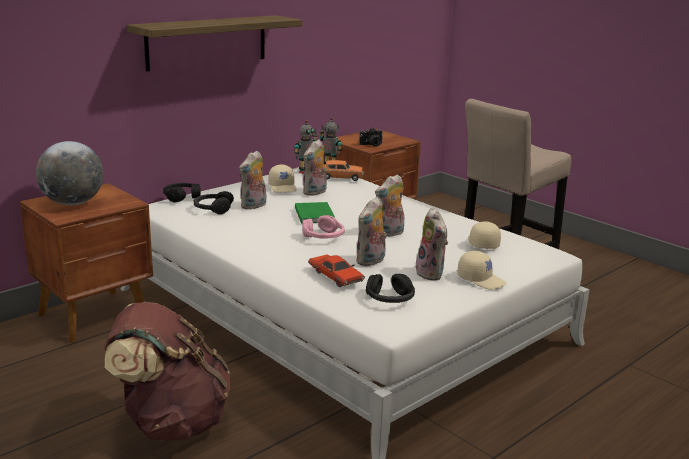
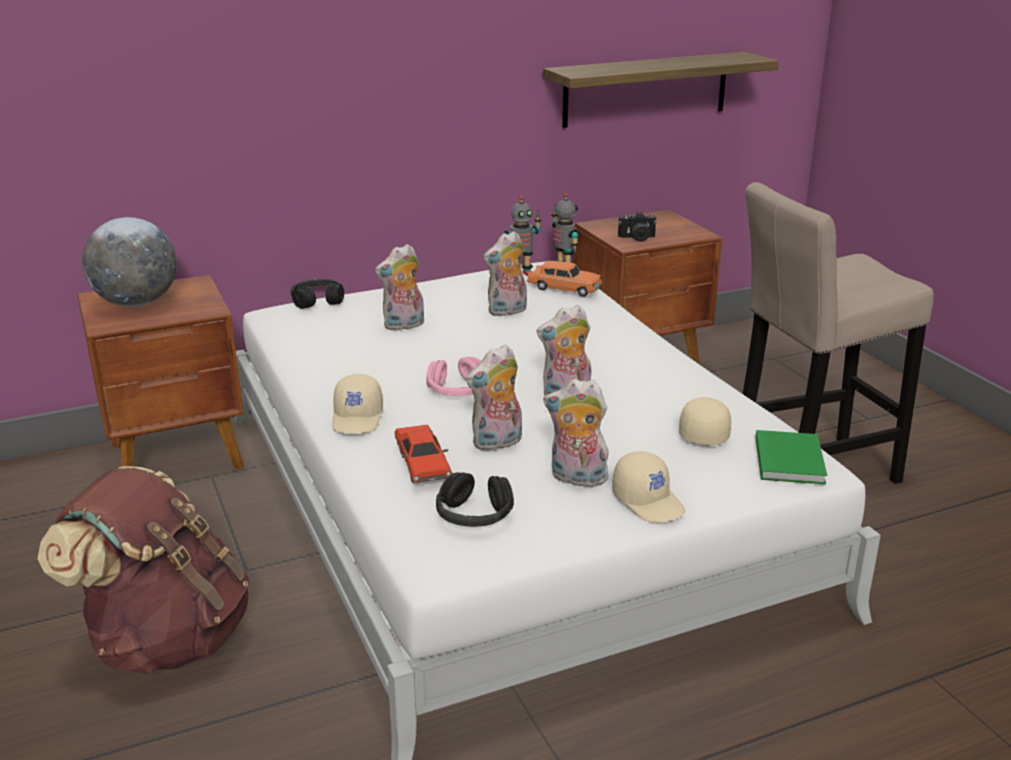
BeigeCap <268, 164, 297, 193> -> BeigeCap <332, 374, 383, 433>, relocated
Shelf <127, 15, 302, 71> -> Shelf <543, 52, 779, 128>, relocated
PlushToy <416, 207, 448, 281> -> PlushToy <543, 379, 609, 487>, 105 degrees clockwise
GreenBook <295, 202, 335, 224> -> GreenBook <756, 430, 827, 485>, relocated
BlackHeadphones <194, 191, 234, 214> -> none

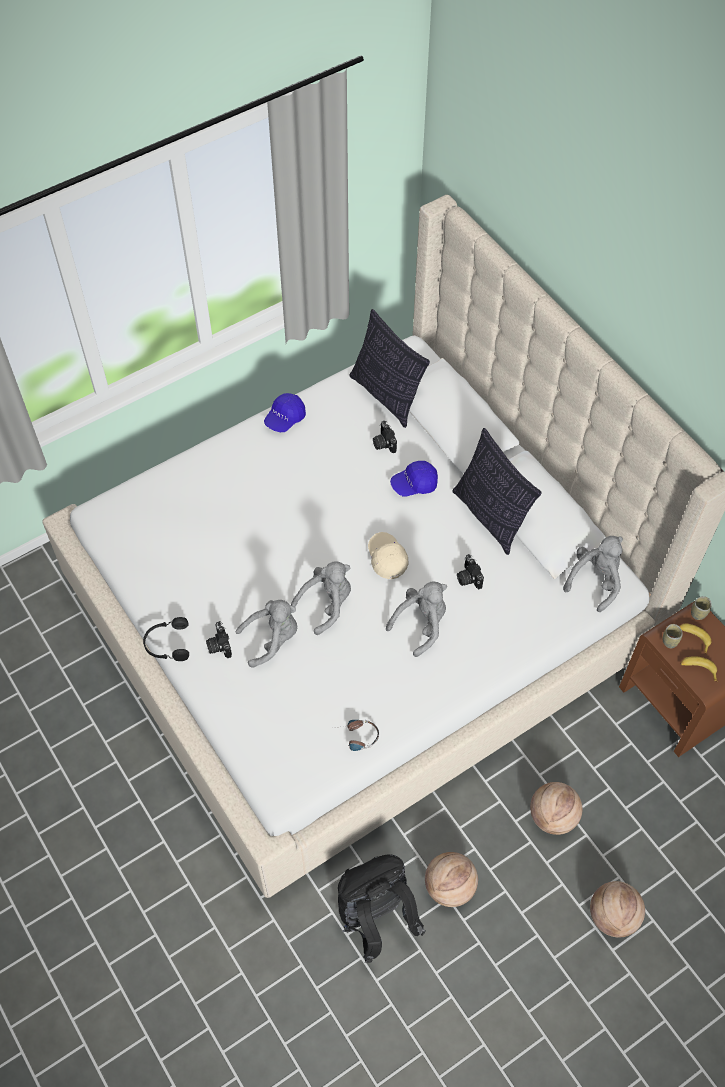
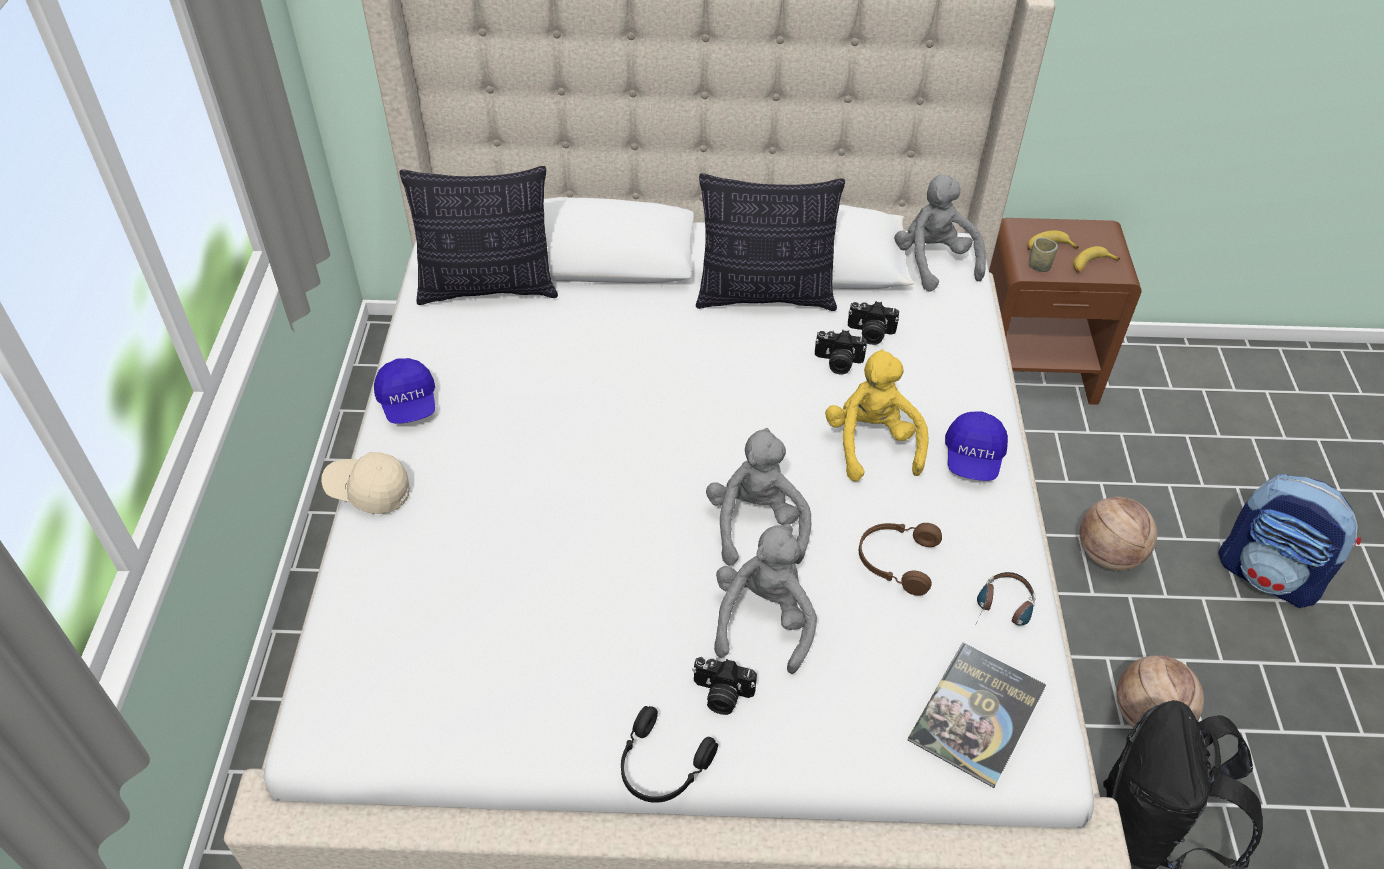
BeigeCap <368, 532, 409, 579> -> BeigeCap <321, 452, 410, 514>, relocated
GreyPlushToy <386, 582, 447, 657> -> YellowPlushToy <825, 349, 928, 481>
PhotoCamera <373, 421, 397, 453> -> PhotoCamera <848, 301, 899, 345>, relocated
none -> BrownHeadphones <859, 523, 942, 596>
none -> Book <908, 643, 1046, 788>
BlueCap <390, 461, 438, 497> -> BlueCap <945, 411, 1008, 481>, relocated
Basketball <590, 881, 645, 938> -> Backpack <1218, 474, 1361, 608>
Cup <691, 596, 712, 620> -> none

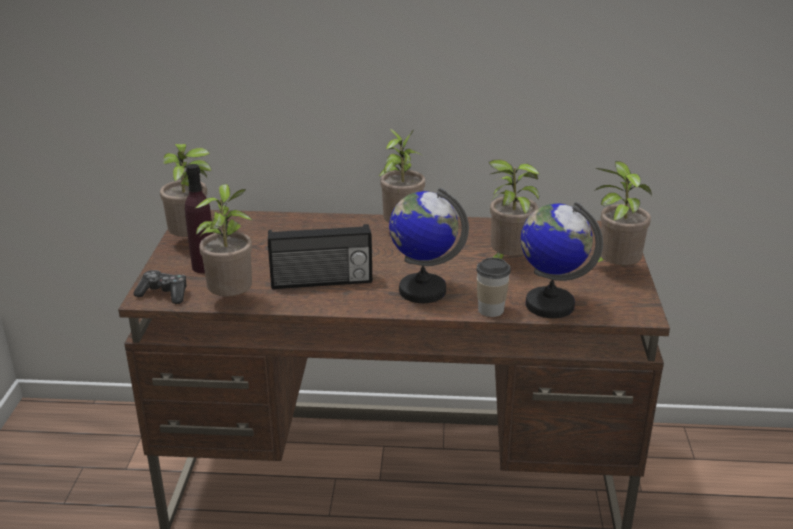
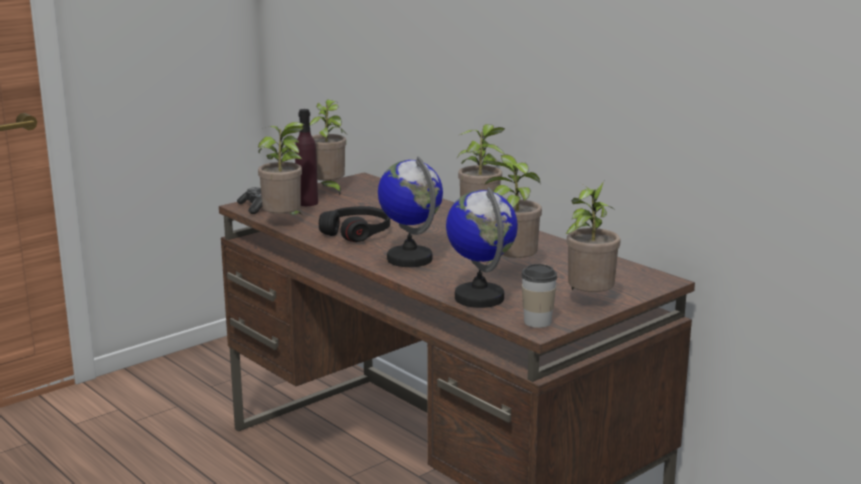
Radio <268, 224, 372, 289> -> BlackHeadphones <319, 206, 390, 242>
Cup <476, 257, 511, 317> -> Cup <521, 264, 557, 328>, relocated

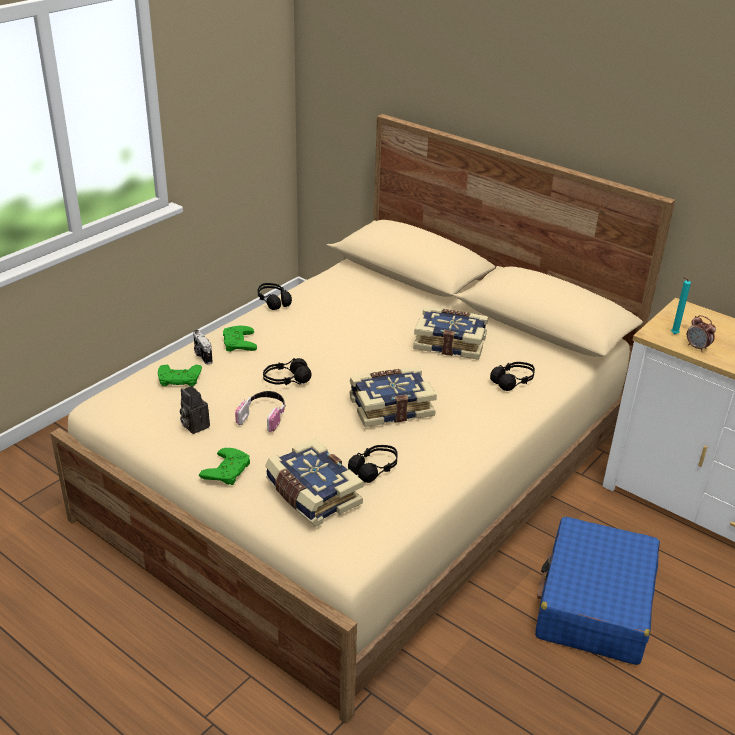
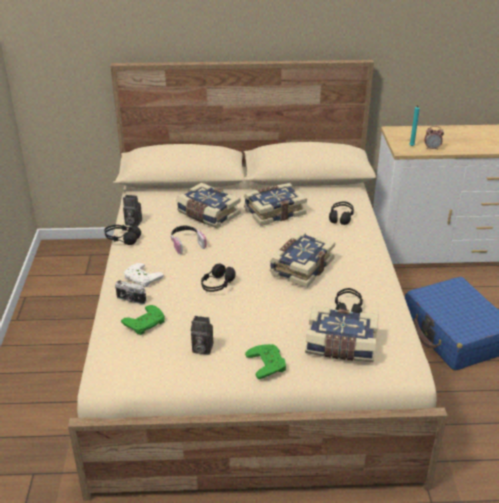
none -> PhotoCamera <123, 195, 142, 226>
GreenGameController <223, 326, 257, 352> -> WhiteGameController <124, 263, 164, 288>
Headphones <235, 391, 286, 432> -> Headphones <170, 226, 207, 254>, relocated
none -> Book <176, 182, 240, 228>

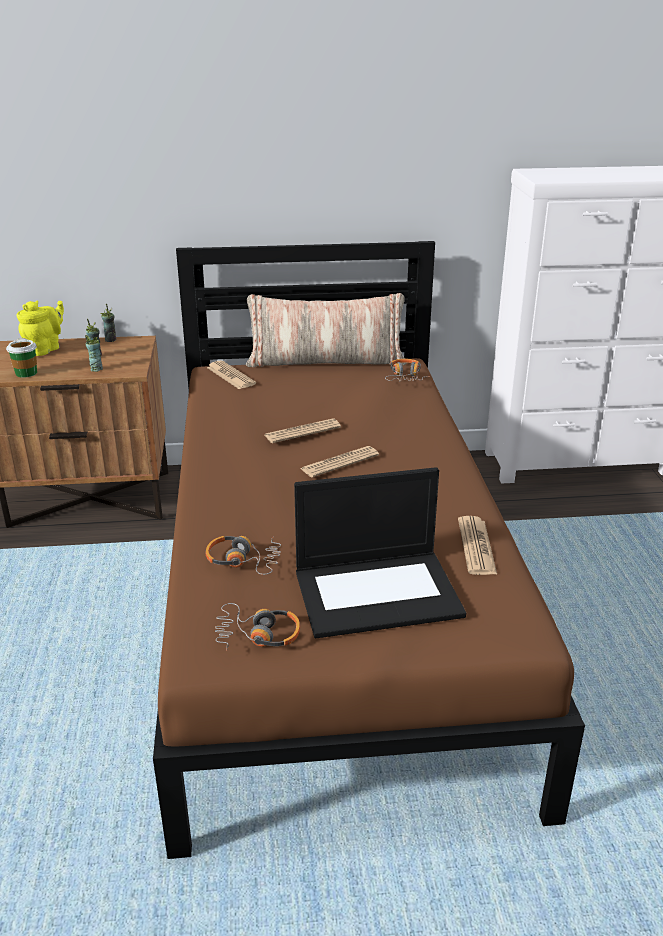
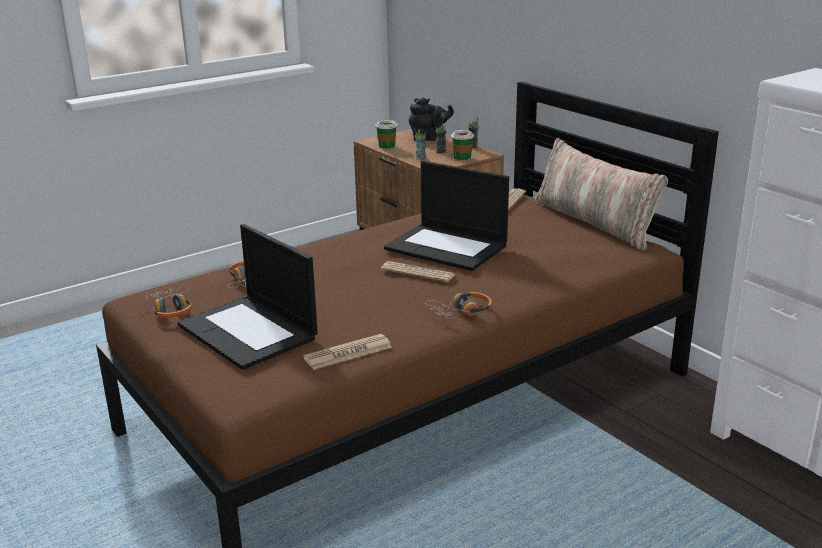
Newspaper <265, 418, 341, 443> -> Laptop <384, 161, 509, 271>
YellowTeapot <16, 300, 64, 356> -> BlackTeapot <409, 97, 454, 141>
Headphones <385, 359, 427, 381> -> Headphones <425, 292, 492, 321>, relocated
none -> Cup <451, 130, 474, 160>

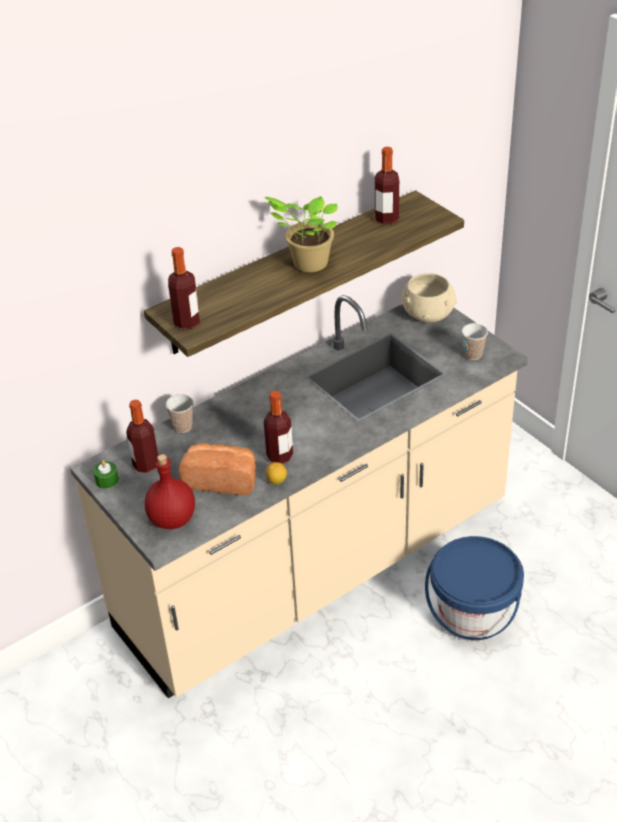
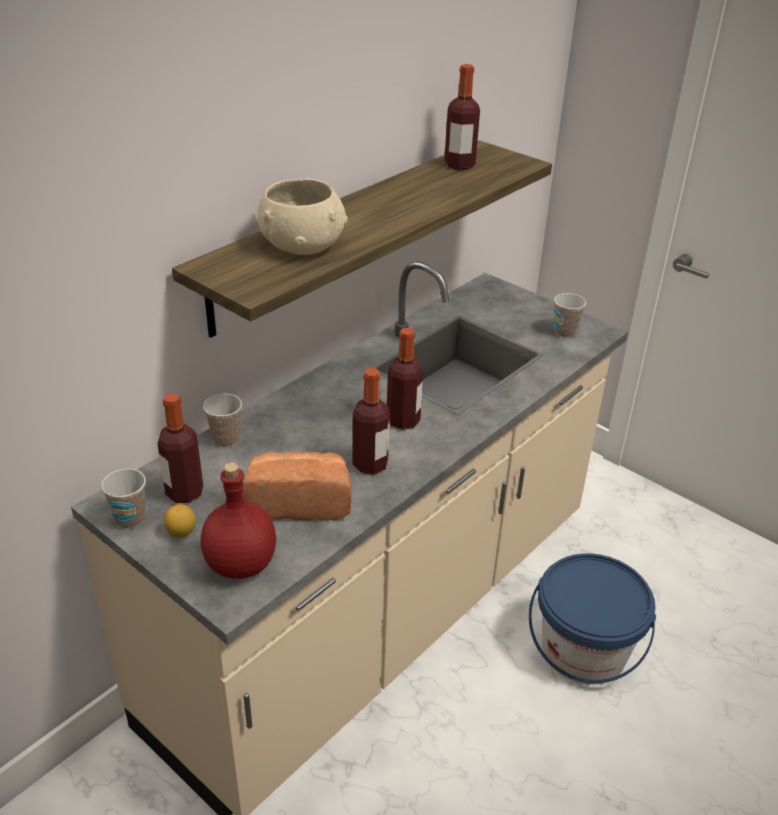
GreenCandle <93, 460, 119, 489> -> Cup <101, 469, 146, 529>
Lemon <266, 462, 287, 485> -> Lemon <164, 504, 196, 538>, relocated
BeigeBowl <401, 273, 457, 323> -> BeigeBowl <256, 178, 348, 255>, relocated
Bottle <168, 247, 200, 330> -> Bottle <387, 328, 423, 430>, relocated
PottedPlant <265, 196, 338, 272> -> none

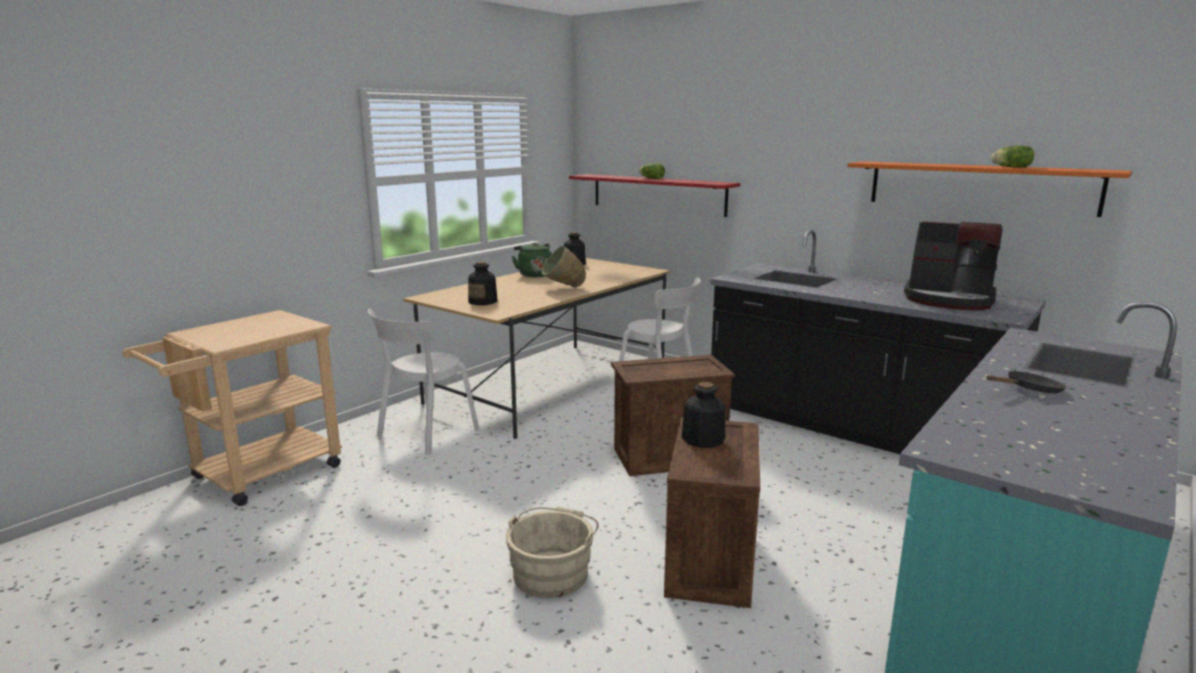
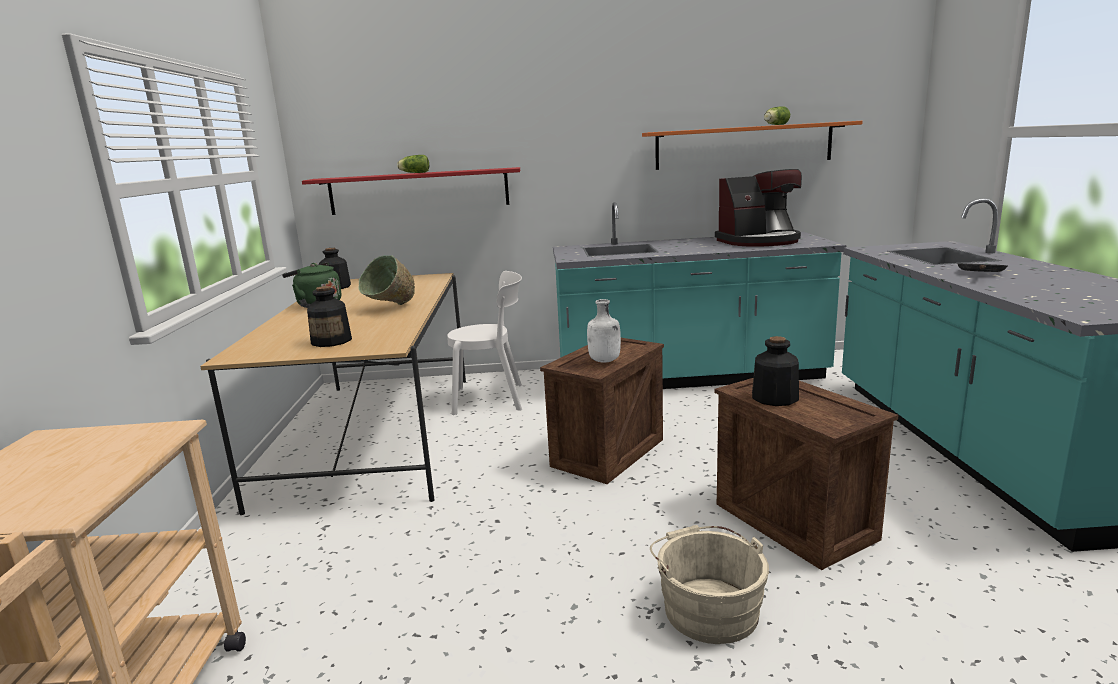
BlackCounter <710, 230, 1045, 454> -> TurquoiseCounter <553, 202, 846, 389>
none -> WhiteBottle <587, 299, 621, 363>
WhiteChair <368, 309, 479, 455> -> none

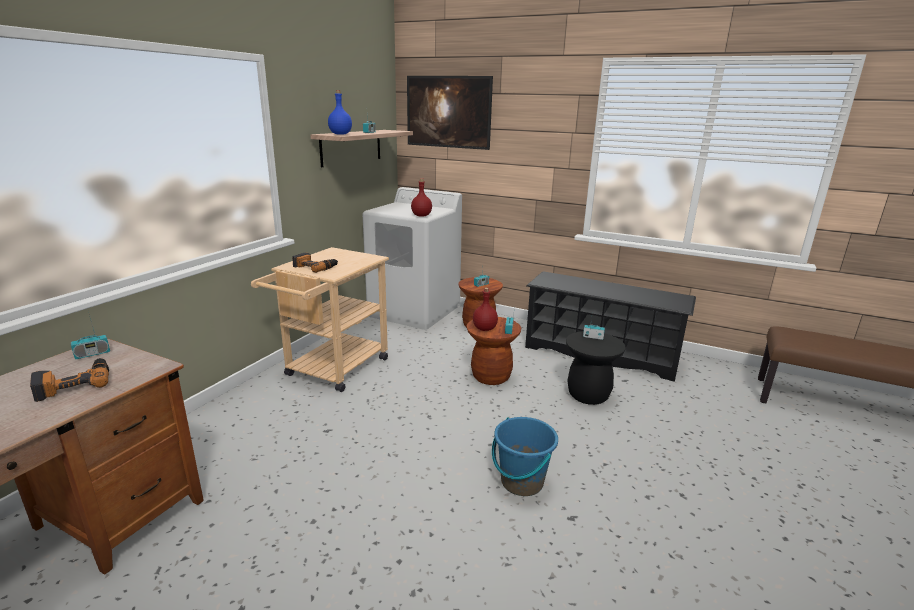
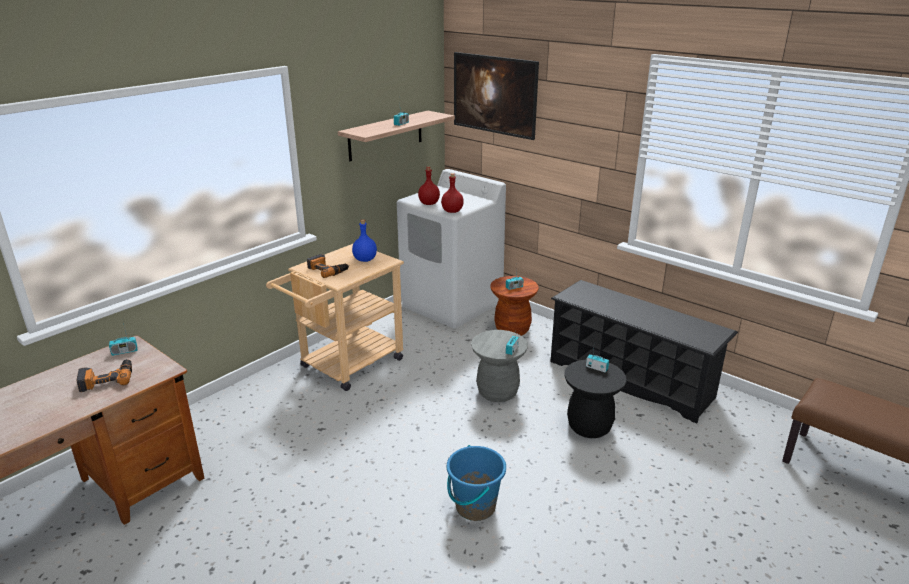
BlueBottle <328, 90, 352, 135> -> BlueBottle <352, 220, 377, 262>, relocated
RedBottle <473, 288, 498, 331> -> RedBottle <418, 166, 440, 205>, relocated
BrownStool <467, 317, 521, 385> -> GreyStool <471, 330, 528, 402>

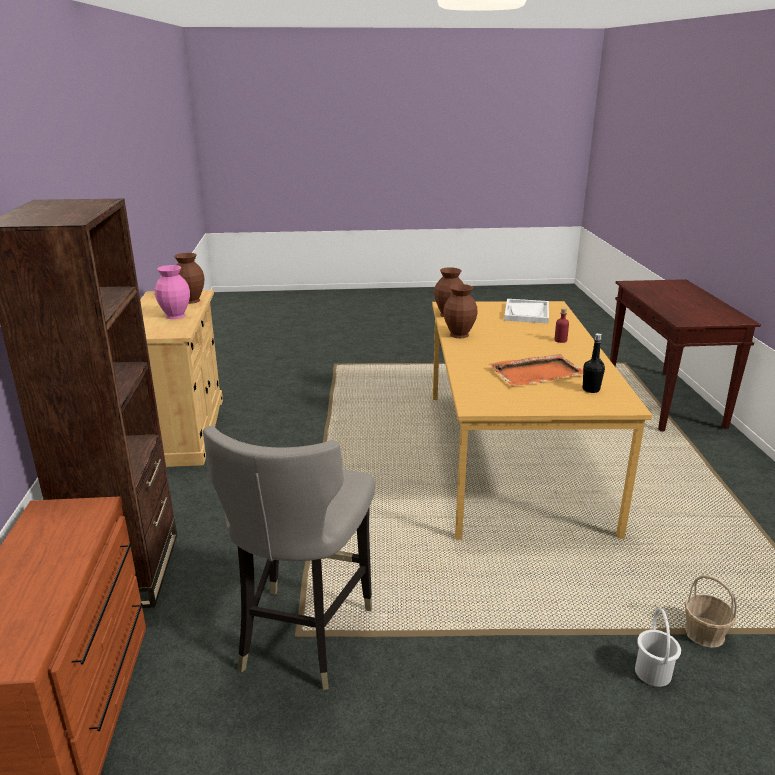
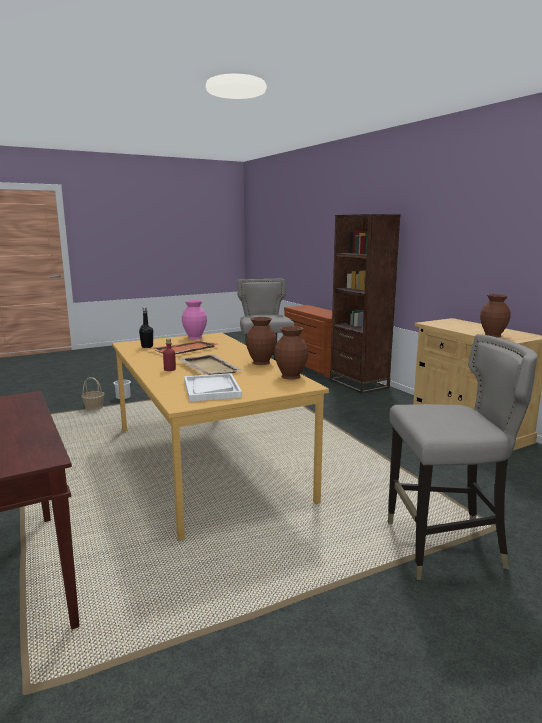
none -> BeigeTray <177, 354, 243, 375>
PinkVase <155, 265, 190, 319> -> PinkVase <182, 300, 207, 339>, relocated
none -> GreyStool <388, 334, 538, 580>

